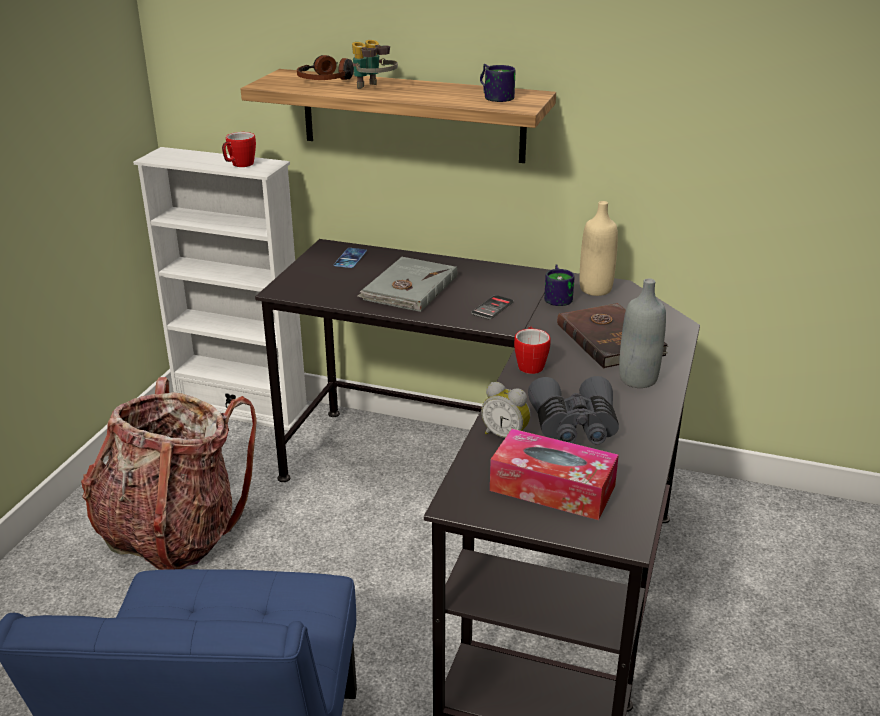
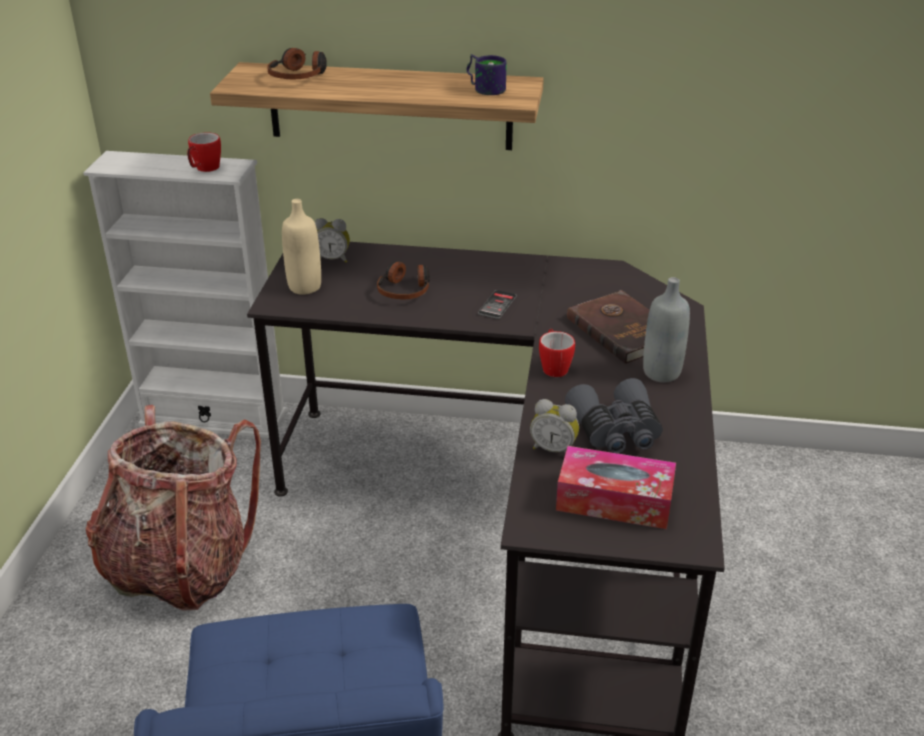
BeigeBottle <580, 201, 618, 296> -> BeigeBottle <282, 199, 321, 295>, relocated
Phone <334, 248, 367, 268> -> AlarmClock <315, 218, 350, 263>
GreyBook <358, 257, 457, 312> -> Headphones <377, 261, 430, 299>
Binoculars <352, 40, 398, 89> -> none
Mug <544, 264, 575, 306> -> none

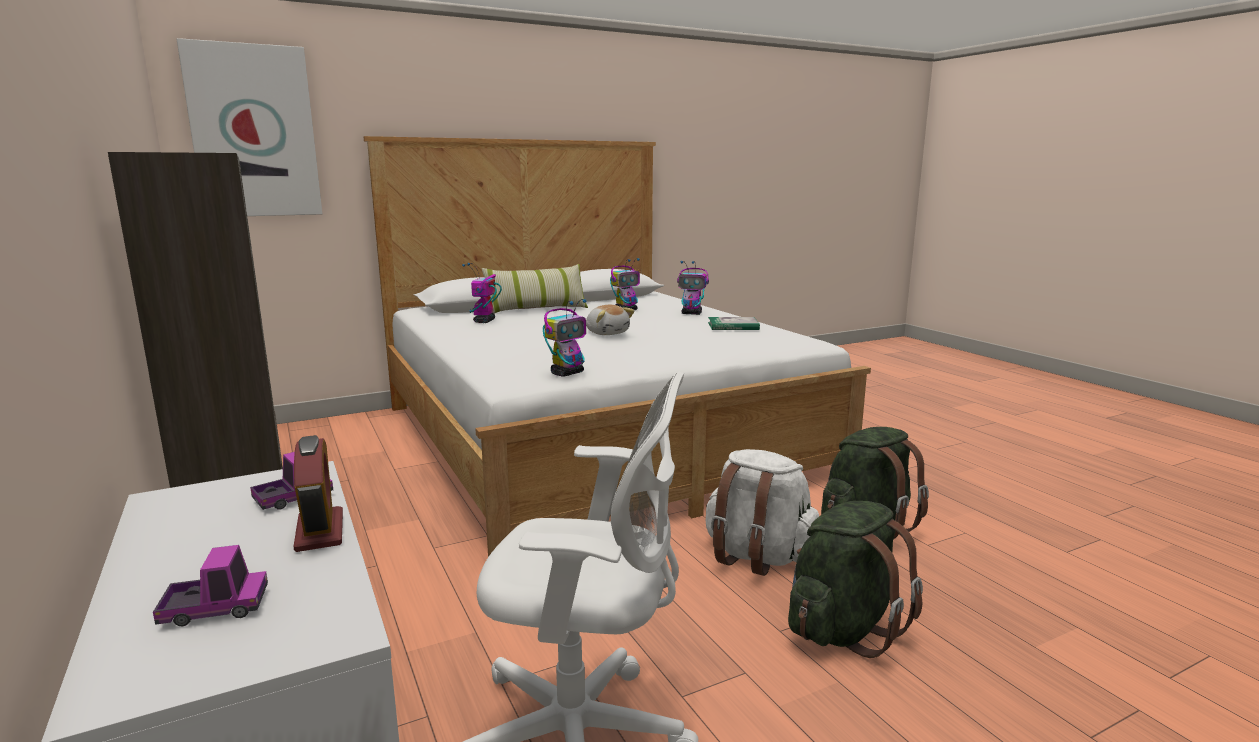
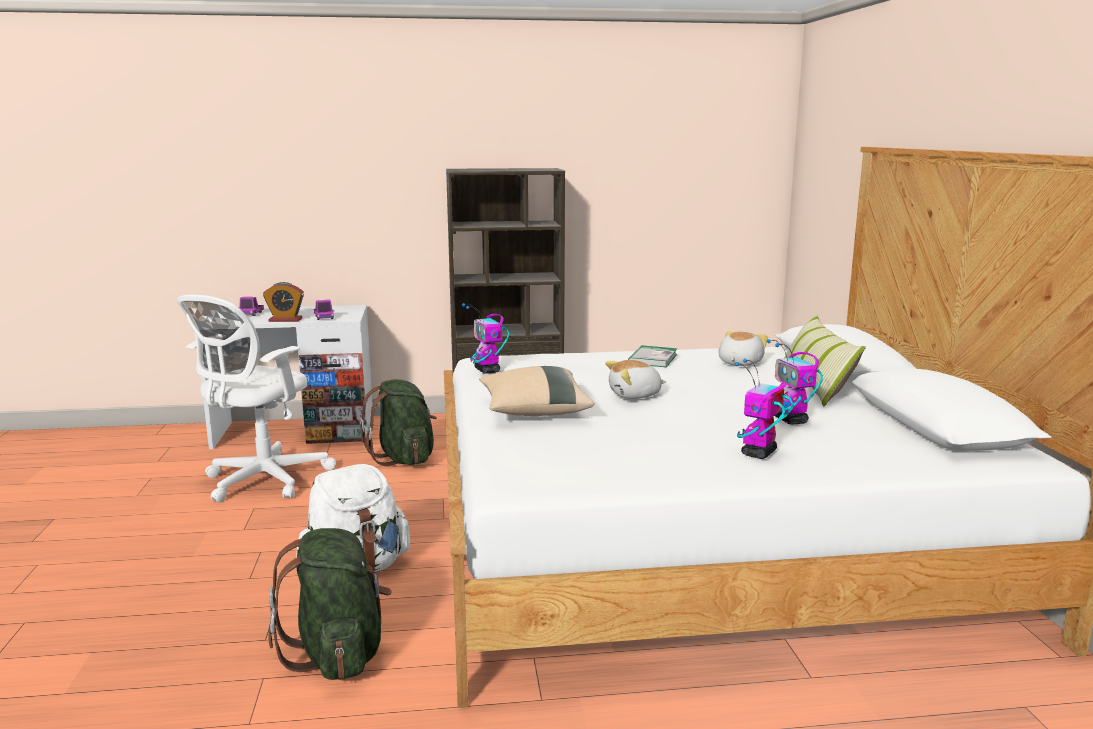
GreenBackpack <788, 501, 923, 658> -> GreenBackpack <359, 380, 437, 466>, relocated
none -> BeigePillow <479, 366, 594, 416>
Book <708, 317, 760, 330> -> Book <628, 345, 677, 367>, relocated
ToyRobot <462, 263, 502, 323> -> PlushToy <718, 331, 768, 366>
Picture <177, 38, 322, 216> -> none

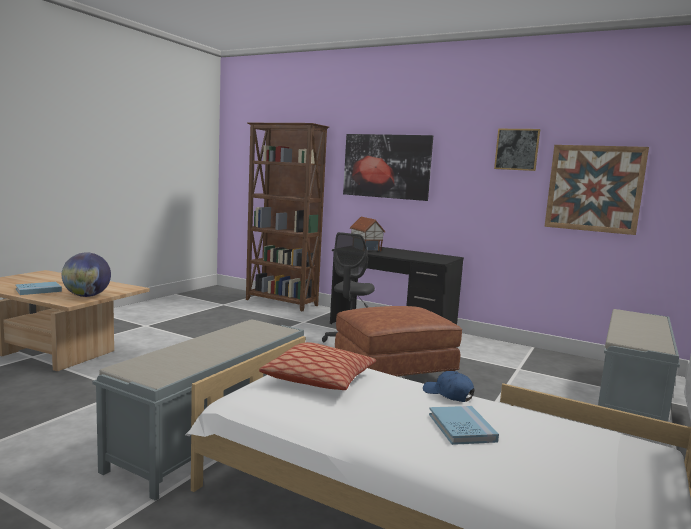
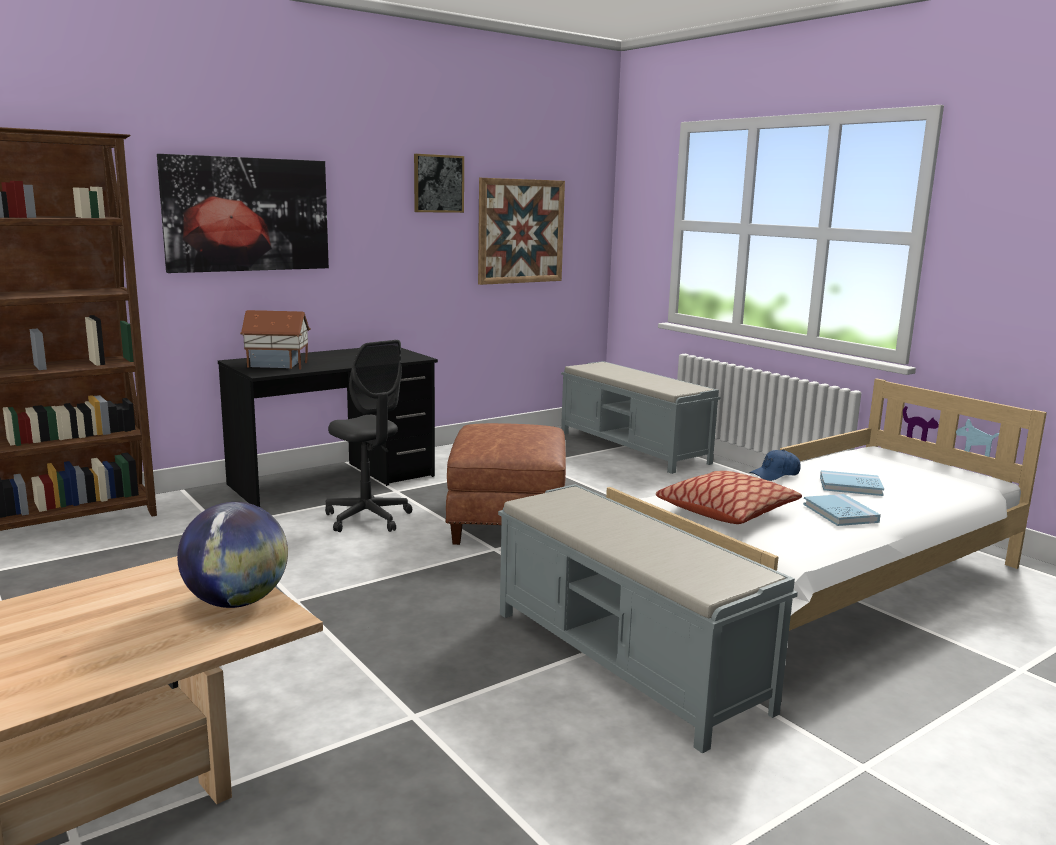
BlueBook <15, 282, 62, 295> -> BlueBook <803, 494, 881, 526>, relocated

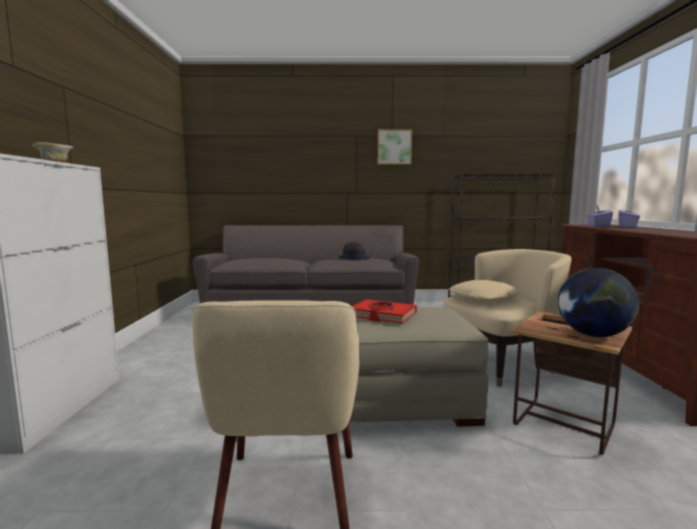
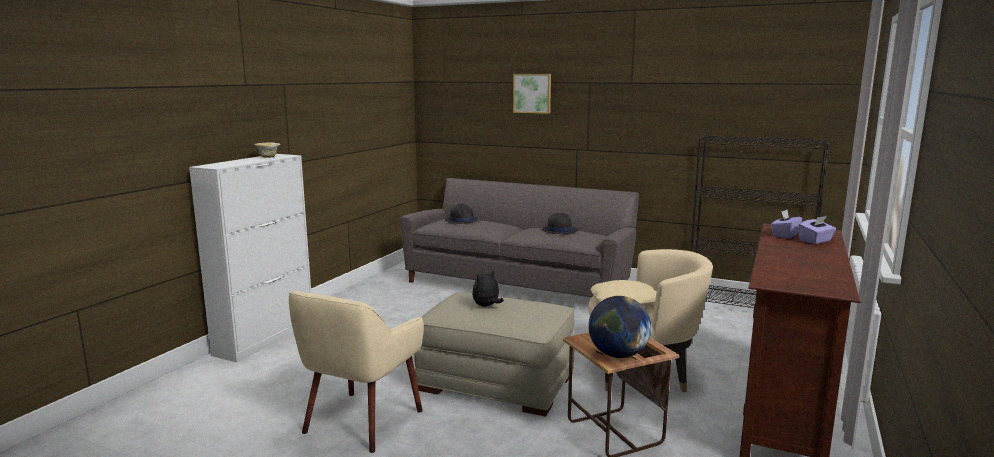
none -> BlackHat <445, 204, 478, 224>
RedBook <352, 299, 417, 323> -> PlushToy <472, 269, 504, 307>
Picture <378, 129, 412, 164> -> Picture <513, 74, 551, 114>, relocated

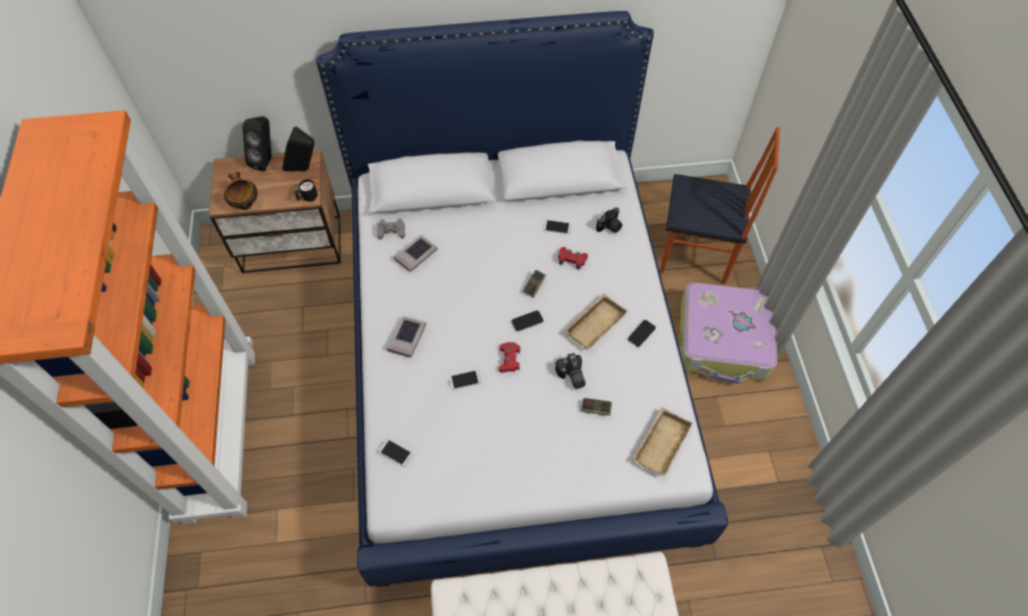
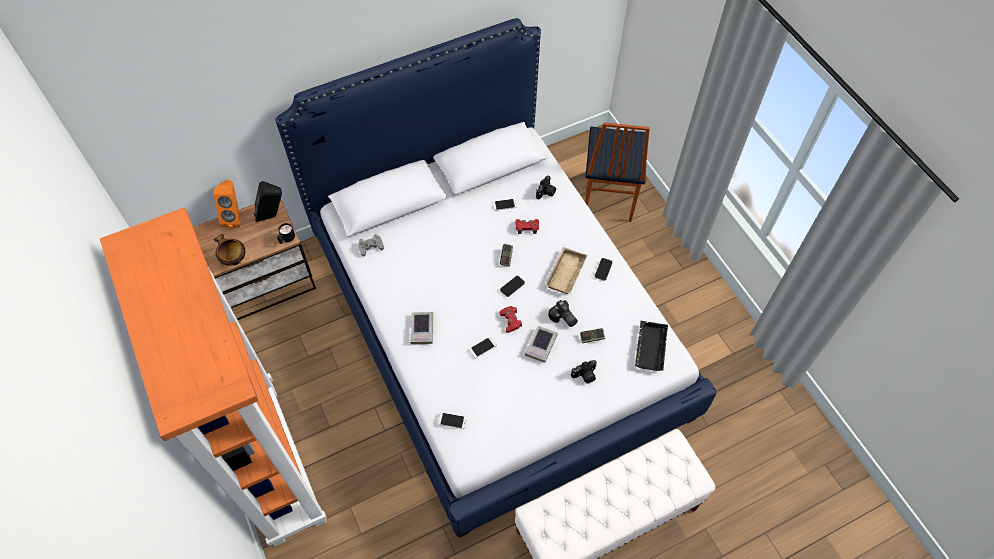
BlackSpeaker <242, 116, 272, 172> -> OrangeSpeaker <213, 180, 240, 228>
Book <394, 235, 438, 272> -> Book <525, 326, 558, 363>, relocated
none -> PhotoCamera <571, 360, 597, 384>
Chair <660, 127, 780, 284> -> Chair <585, 123, 650, 222>, 105 degrees clockwise
BeigeTray <633, 407, 693, 477> -> BlackTray <635, 321, 668, 371>
Suitcase <679, 282, 777, 384> -> none

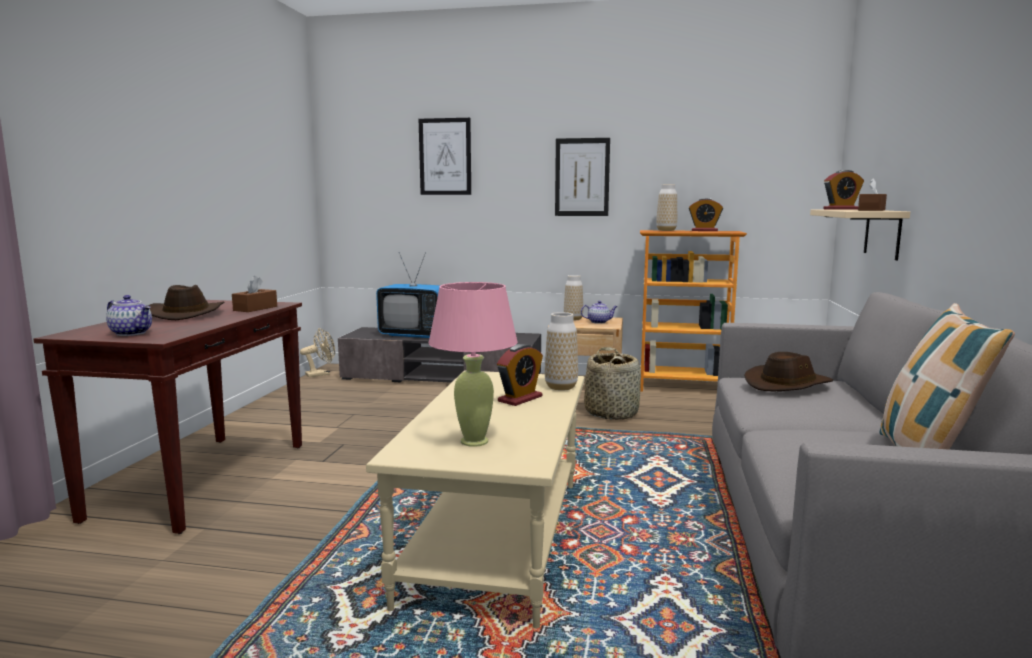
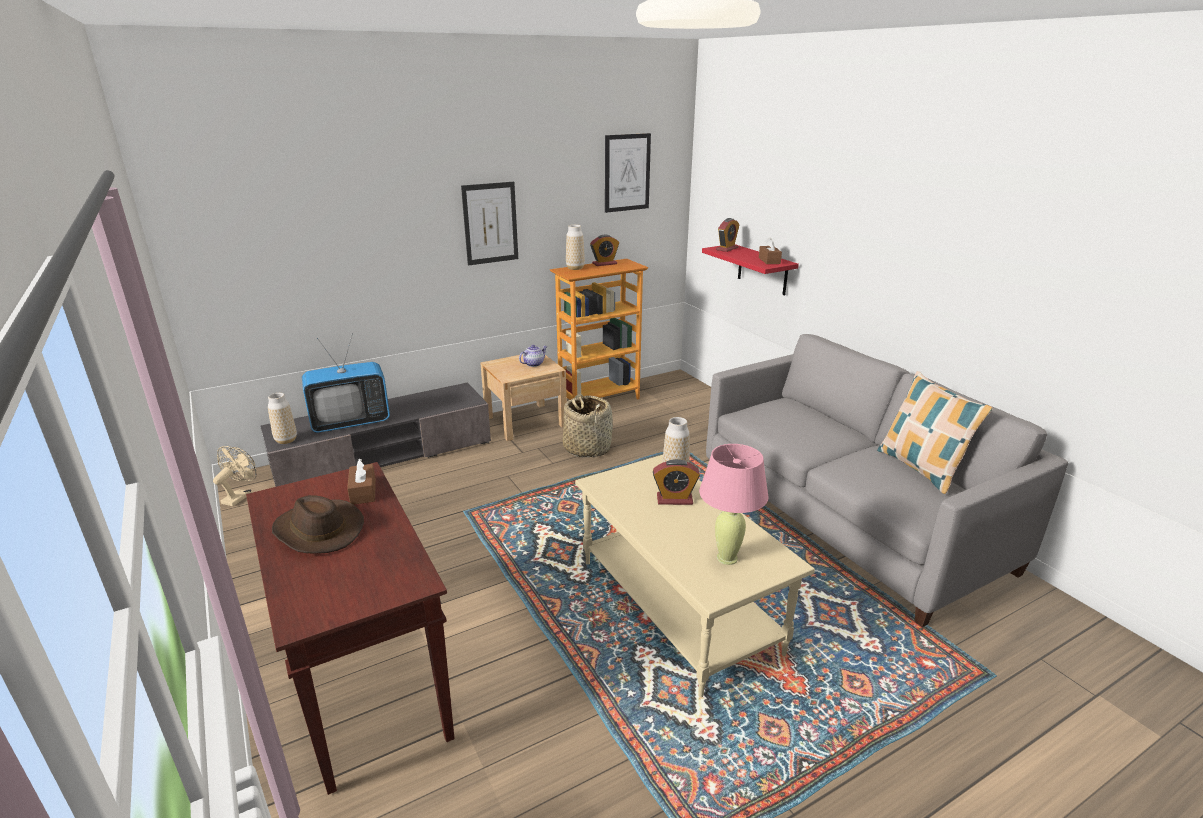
Vase <564, 275, 583, 320> -> Vase <268, 393, 297, 444>, relocated
Picture <419, 118, 471, 195> -> Picture <605, 133, 651, 213>, relocated
AlarmClock <497, 344, 543, 406> -> AlarmClock <653, 459, 700, 505>, 90 degrees clockwise
BeigeShelf <810, 210, 910, 260> -> RedShelf <702, 244, 799, 295>
Teapot <106, 295, 152, 336> -> none
BrownHat <744, 352, 833, 391> -> none

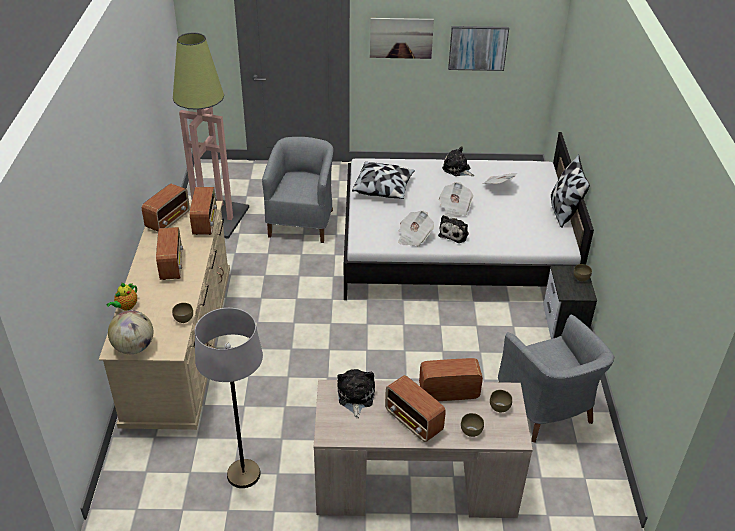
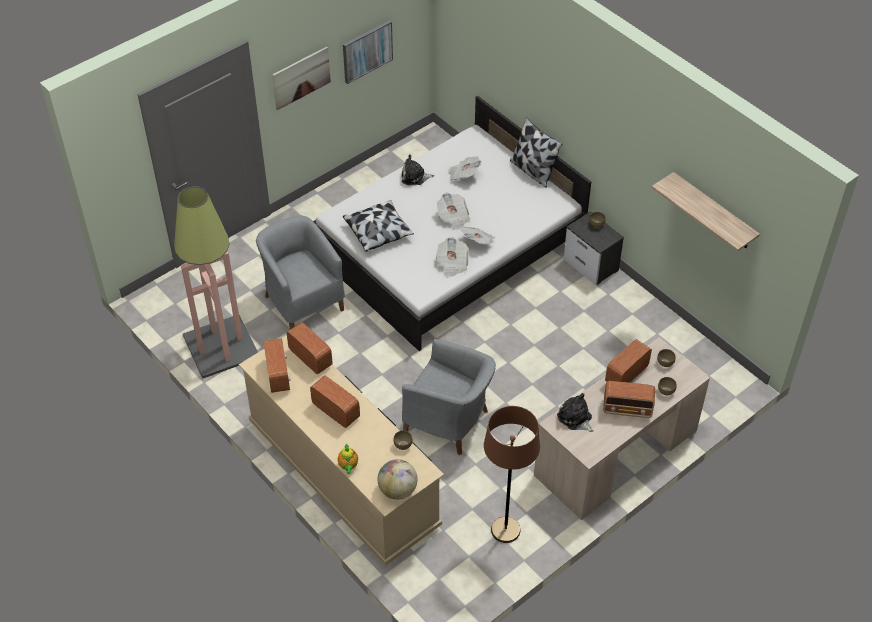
GreyArmchair <498, 315, 615, 443> -> GreyArmchair <402, 339, 496, 455>, relocated
PlushToy <438, 215, 469, 243> -> Newspaper <461, 227, 495, 245>
GreyFloorLamp <195, 308, 263, 488> -> BrownFloorLamp <484, 406, 540, 543>
none -> Shelf <652, 172, 760, 251>

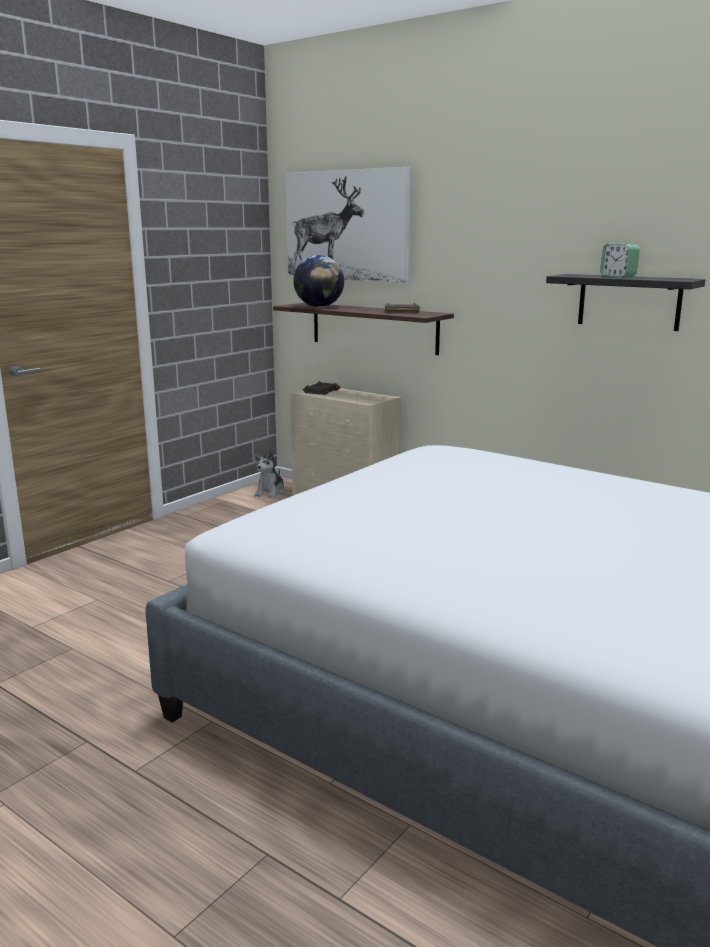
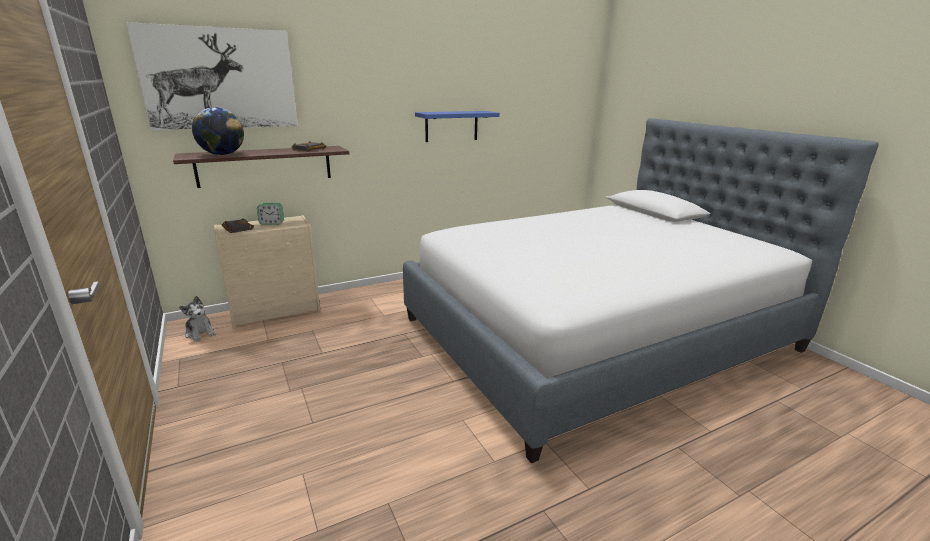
AlarmClock <600, 243, 640, 277> -> AlarmClock <257, 203, 284, 225>, relocated
BlackShelf <546, 274, 705, 331> -> BlueShelf <415, 111, 500, 142>

